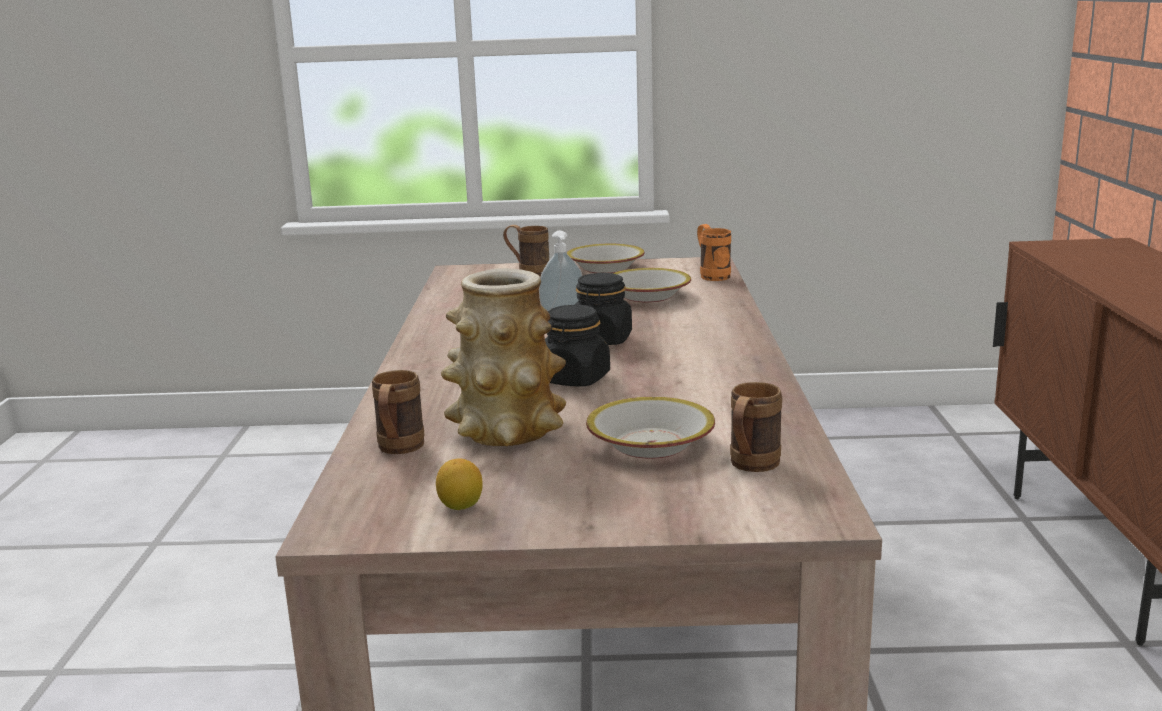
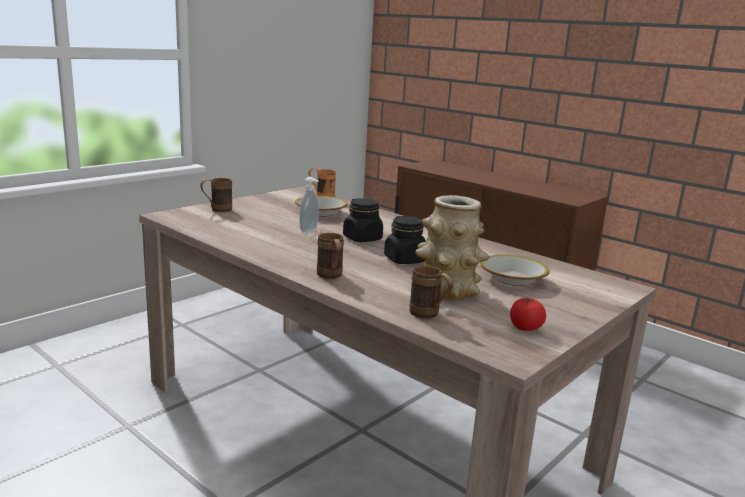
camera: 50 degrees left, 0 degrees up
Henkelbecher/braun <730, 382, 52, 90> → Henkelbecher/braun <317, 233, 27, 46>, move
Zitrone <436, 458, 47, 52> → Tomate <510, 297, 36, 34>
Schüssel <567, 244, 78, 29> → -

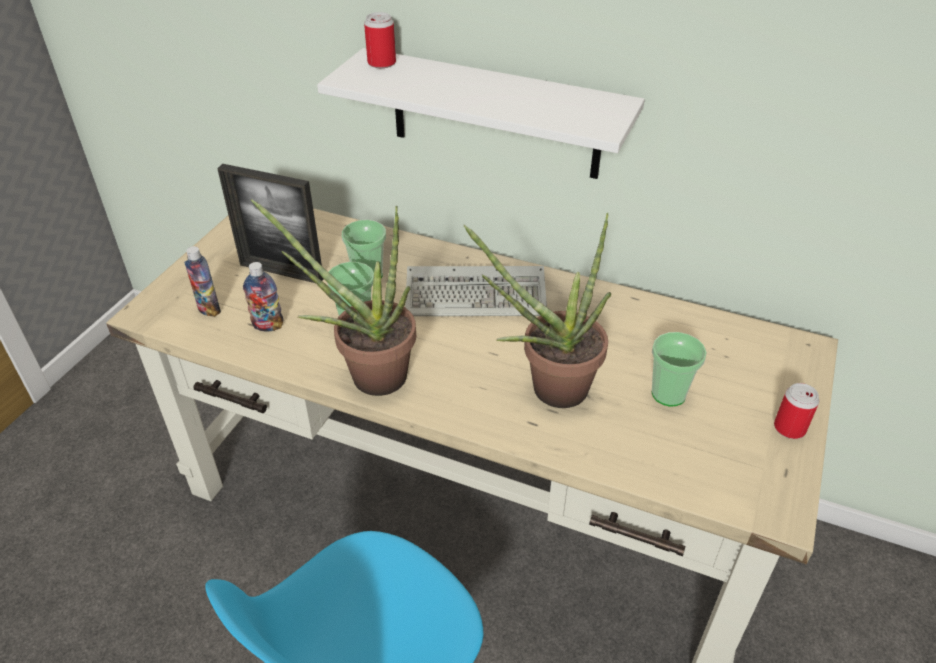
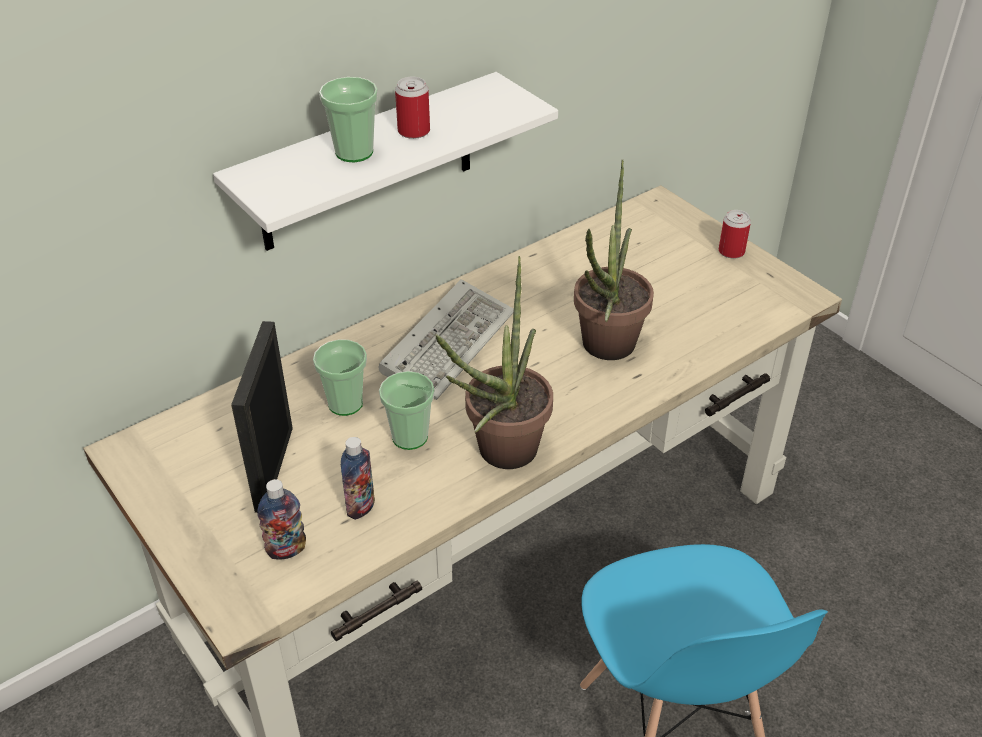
camera: 60 degrees left, 0 degrees up
Bilderrahmen <217, 164, 106, 119> → Bilderrahmen <231, 321, 62, 192>, 135 degrees clockwise
Tasse <652, 332, 55, 75> → Tasse <319, 77, 59, 85>, move
Dose <364, 12, 32, 56> → Dose <395, 77, 35, 62>, move

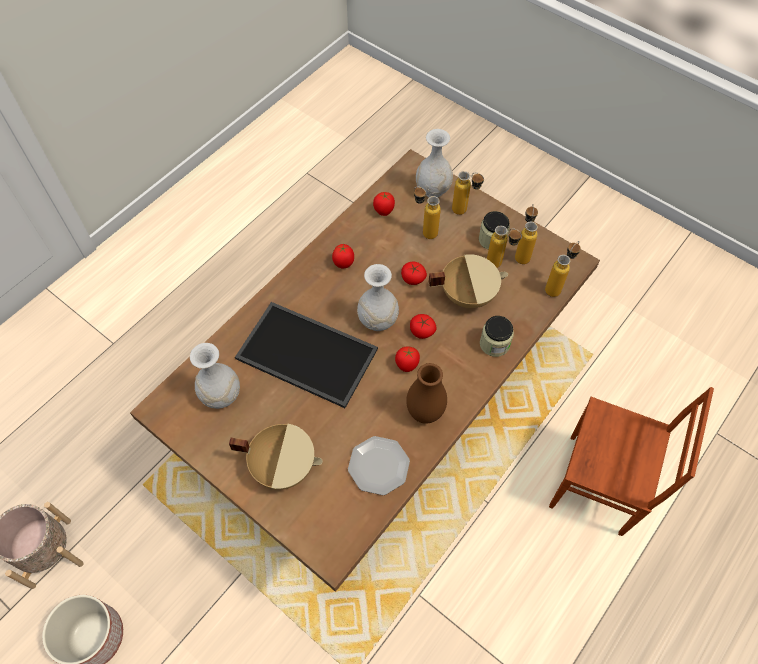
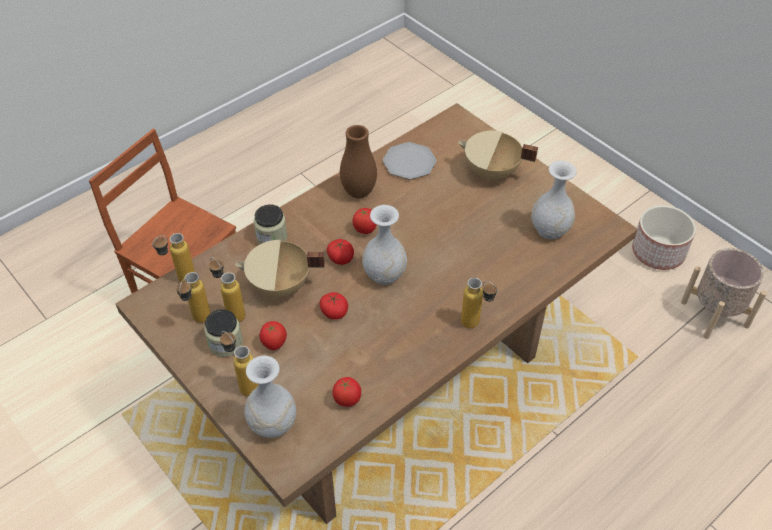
camera: 170 degrees left, 10 degrees down
Tomate <332, 244, 22, 25> → Tomate <259, 321, 28, 29>, move
Flasche <414, 186, 27, 53> → Flasche <461, 278, 37, 50>, move
Tablett <235, 302, 143, 106> → -

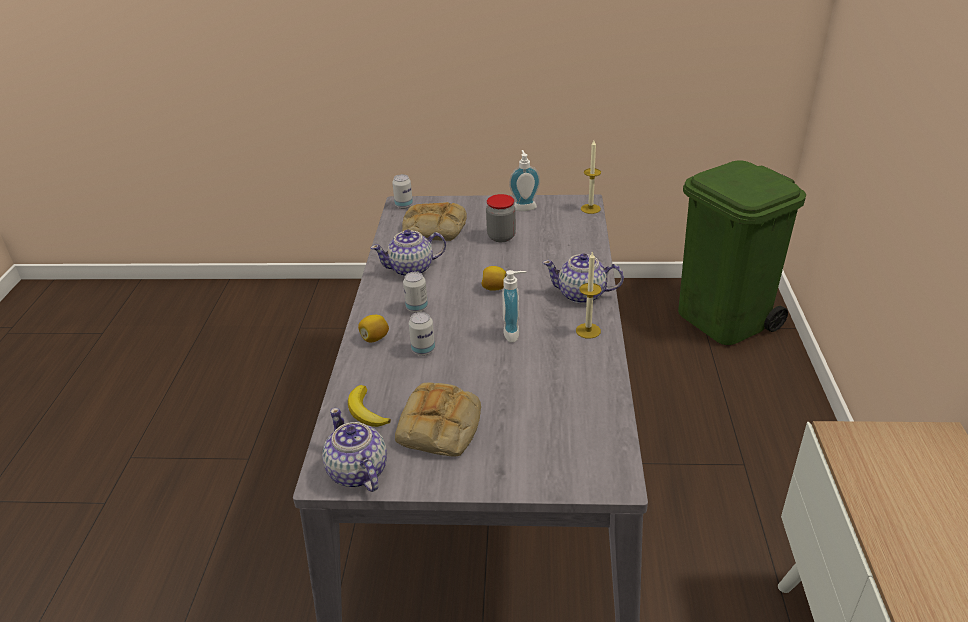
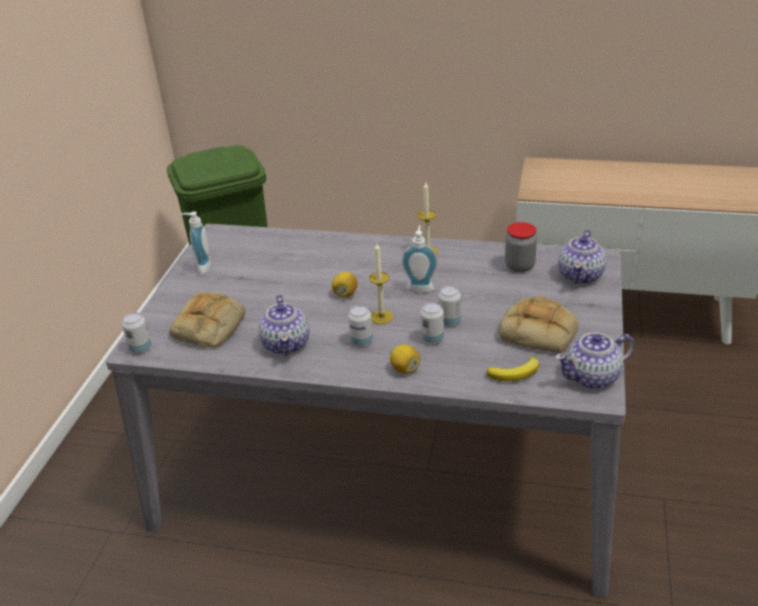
camera: 80 degrees left, 0 degrees up
Kerze <581, 141, 20, 73> → Kerze <369, 243, 24, 81>, move
- → Dose <438, 285, 23, 41>
Vorratsglas <486, 194, 30, 48> → Vorratsglas <505, 222, 32, 50>, move
Teekanne <543, 253, 81, 51> → Teekanne <558, 230, 48, 54>, move

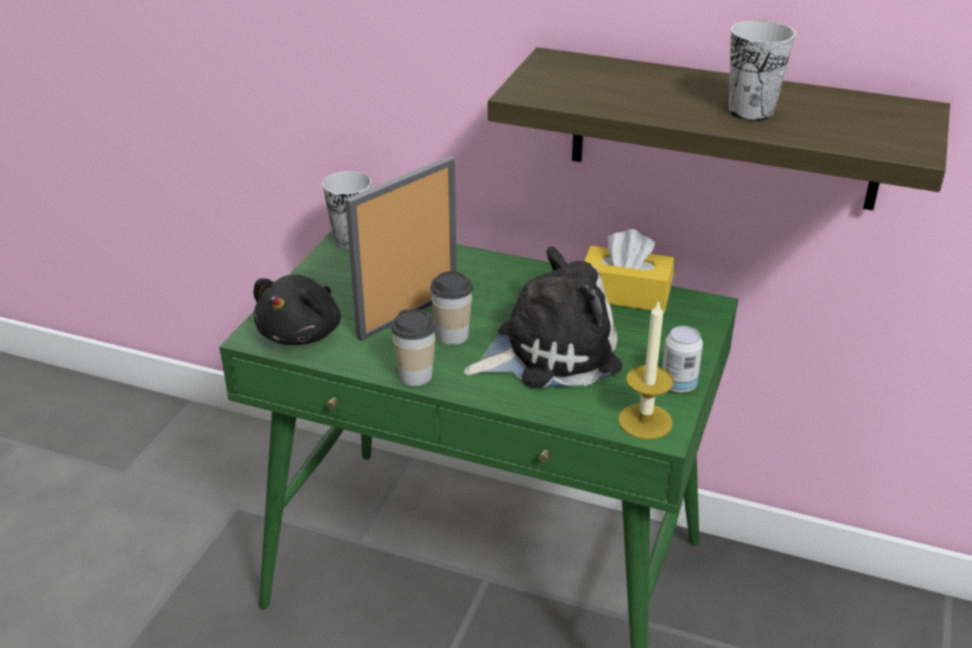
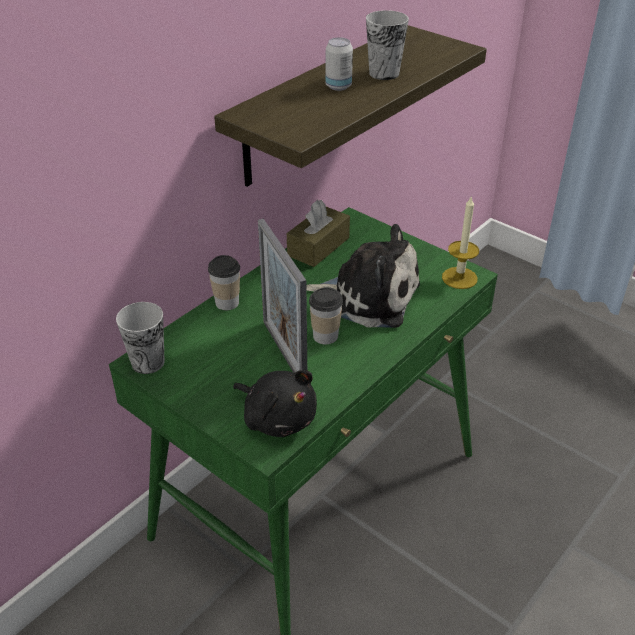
camera: 70 degrees left, 5 degrees up
Tasse <391, 309, 45, 77> → Tasse <208, 255, 32, 55>, move
Taschentuchbox/gelb <584, 229, 90, 83> → Taschentuchbox/braun <287, 199, 63, 68>
Plüschtier <464, 246, 158, 142> → Plüschtier <306, 224, 114, 104>, 105 degrees clockwise
Dose <662, 326, 41, 67> → Dose <325, 37, 28, 54>, move

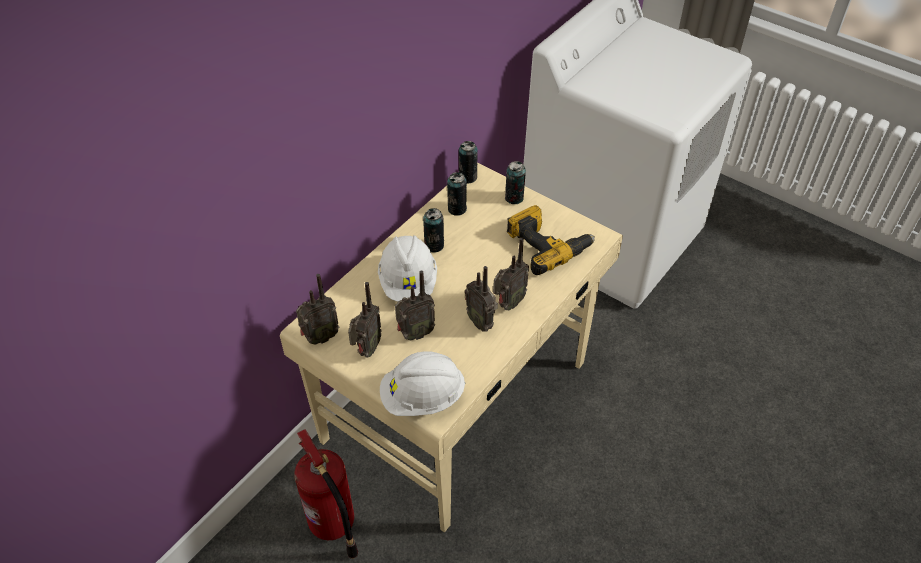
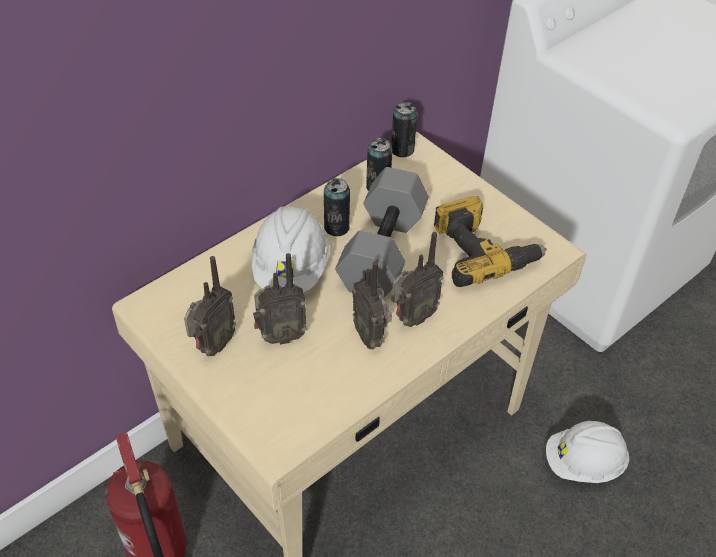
camera: 10 degrees right, 0 degrees up
- → Hantel/grau <335, 167, 94, 130>
Schutzhelm/weiß <380, 351, 85, 65> → Schutzhelm/weiß <546, 421, 84, 62>, move
Radio <296, 274, 43, 71> → -
Dose <505, 161, 21, 43> → -

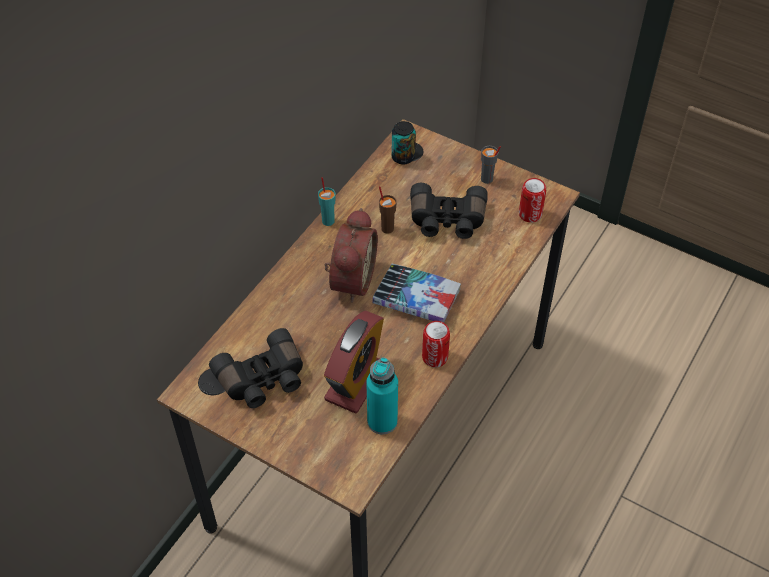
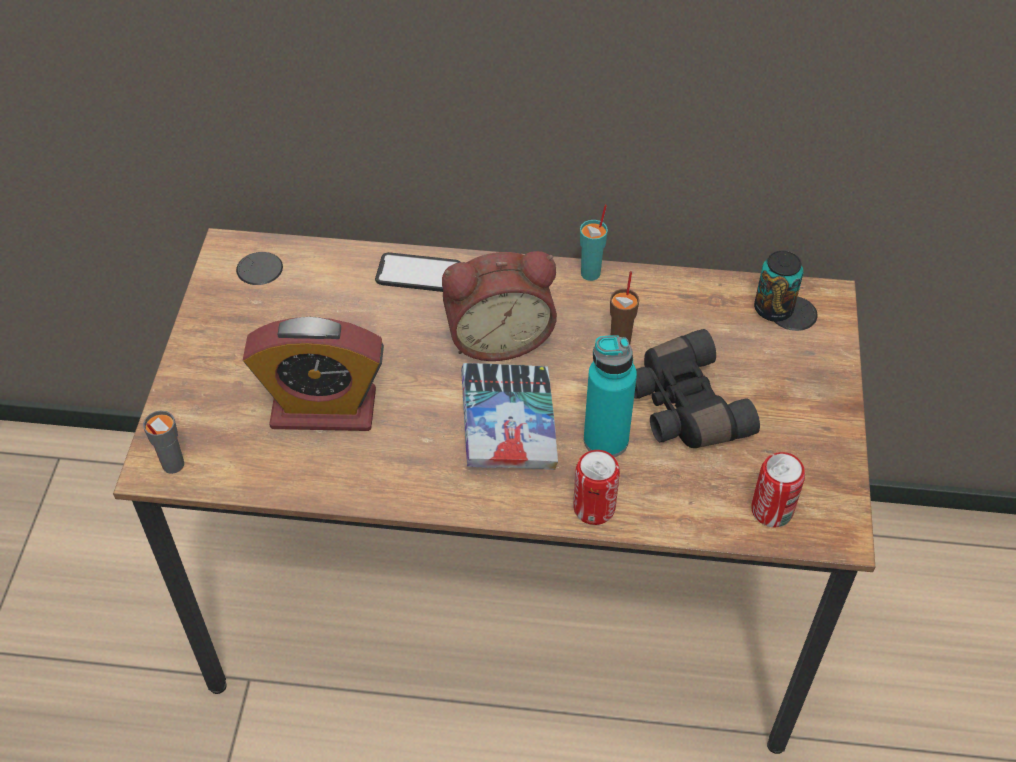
camera: 65 degrees right, 0 degrees up
Tasse/grau <481, 146, 20, 38> → Tasse/grau <143, 410, 41, 64>, move
- → Handy <375, 252, 85, 40>
Dose <422, 321, 28, 46> → Dose <573, 450, 47, 75>, move
Flasche/türkis <366, 357, 32, 77> → Flasche/türkis <584, 335, 53, 122>, move
Fernglas/schwarz <209, 328, 94, 80> → -

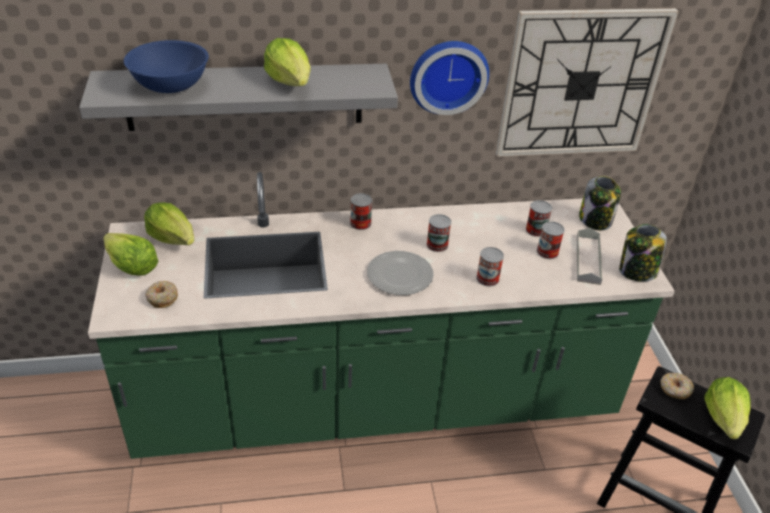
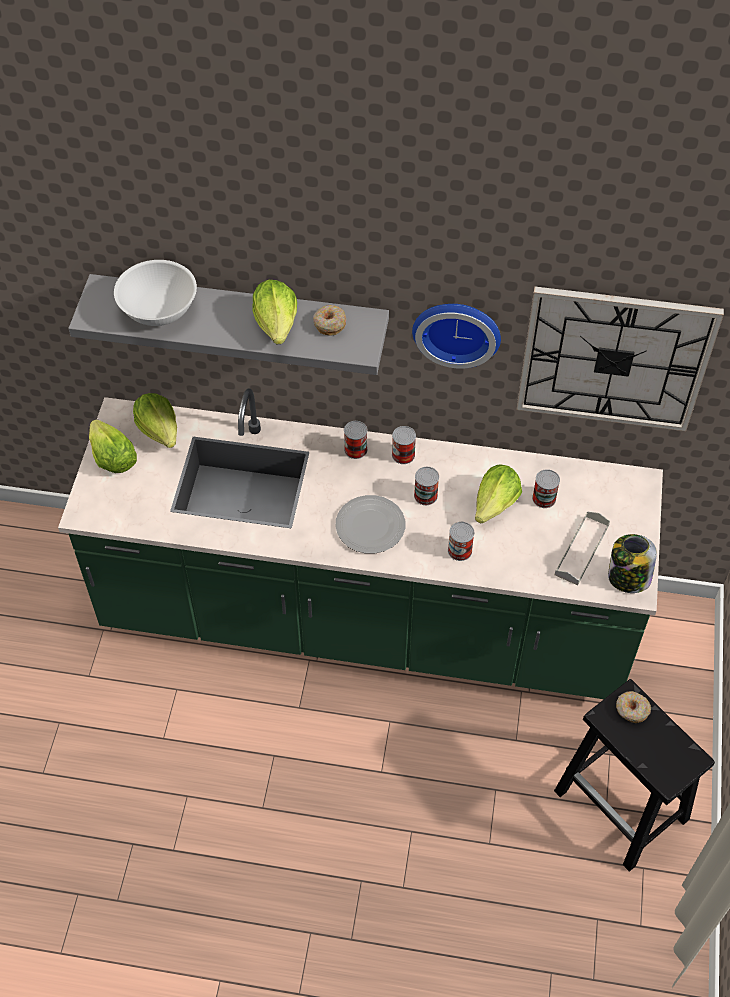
camera: 20 degrees right, 15 degrees up
Schüssel/blau <124, 40, 85, 53> → Schüssel/weiß <114, 260, 83, 66>
Donut <145, 281, 33, 27> → Donut <313, 305, 33, 31>, move
Dose <537, 221, 28, 38> → Dose <392, 426, 24, 38>, move
Salatkopf <704, 377, 46, 62> → Salatkopf <475, 465, 47, 58>, move
Vorratsglas <579, 176, 42, 54> → -

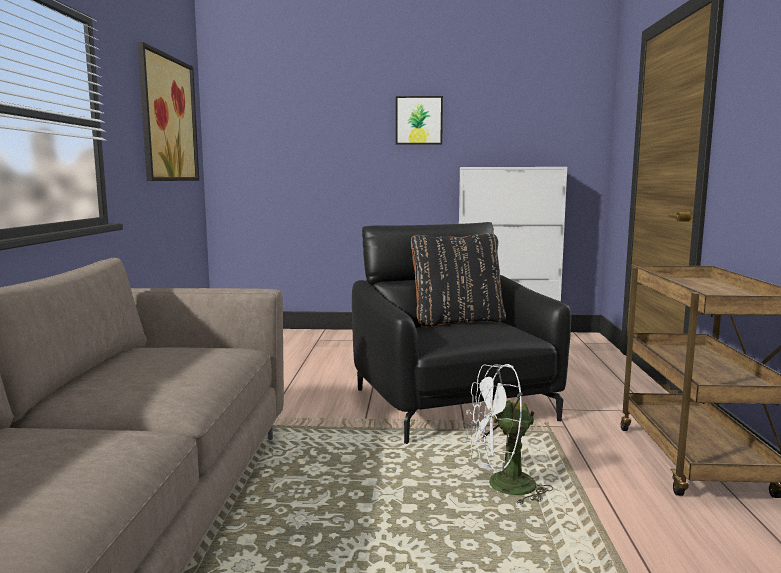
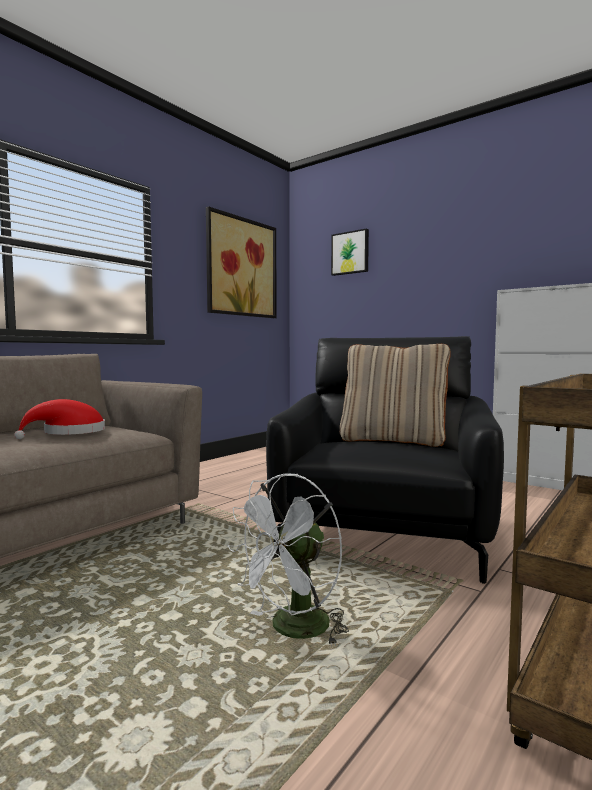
camera: 35 degrees right, 5 degrees down
- → Hut/rot <14, 399, 91, 40>
Ventilator/weiß <466, 364, 87, 141> → Ventilator/weiß <228, 473, 121, 174>, 75 degrees counterclockwise
Bild <396, 96, 47, 49> → Bild <331, 228, 38, 48>, move
Kissen/schwarz <411, 233, 95, 94> → Kissen/beige <340, 344, 111, 103>

